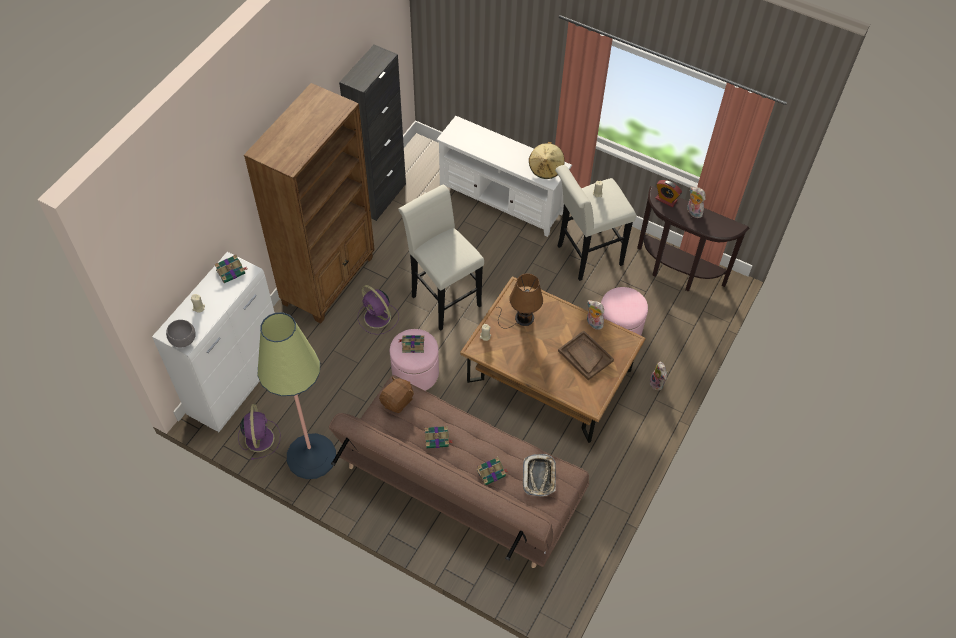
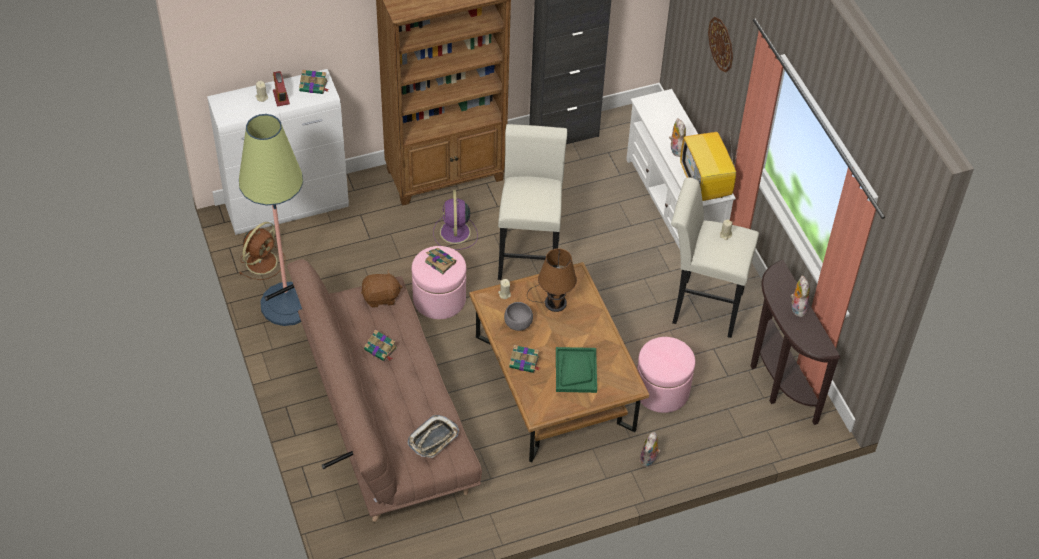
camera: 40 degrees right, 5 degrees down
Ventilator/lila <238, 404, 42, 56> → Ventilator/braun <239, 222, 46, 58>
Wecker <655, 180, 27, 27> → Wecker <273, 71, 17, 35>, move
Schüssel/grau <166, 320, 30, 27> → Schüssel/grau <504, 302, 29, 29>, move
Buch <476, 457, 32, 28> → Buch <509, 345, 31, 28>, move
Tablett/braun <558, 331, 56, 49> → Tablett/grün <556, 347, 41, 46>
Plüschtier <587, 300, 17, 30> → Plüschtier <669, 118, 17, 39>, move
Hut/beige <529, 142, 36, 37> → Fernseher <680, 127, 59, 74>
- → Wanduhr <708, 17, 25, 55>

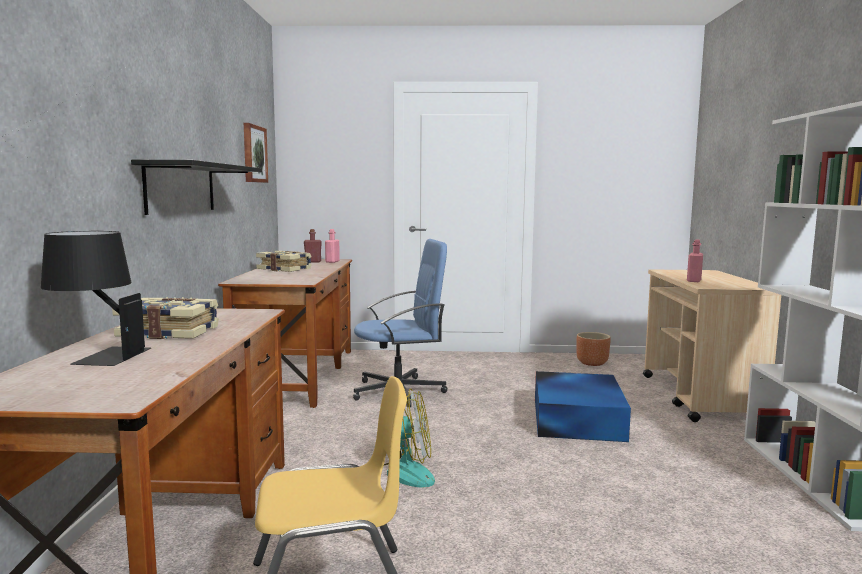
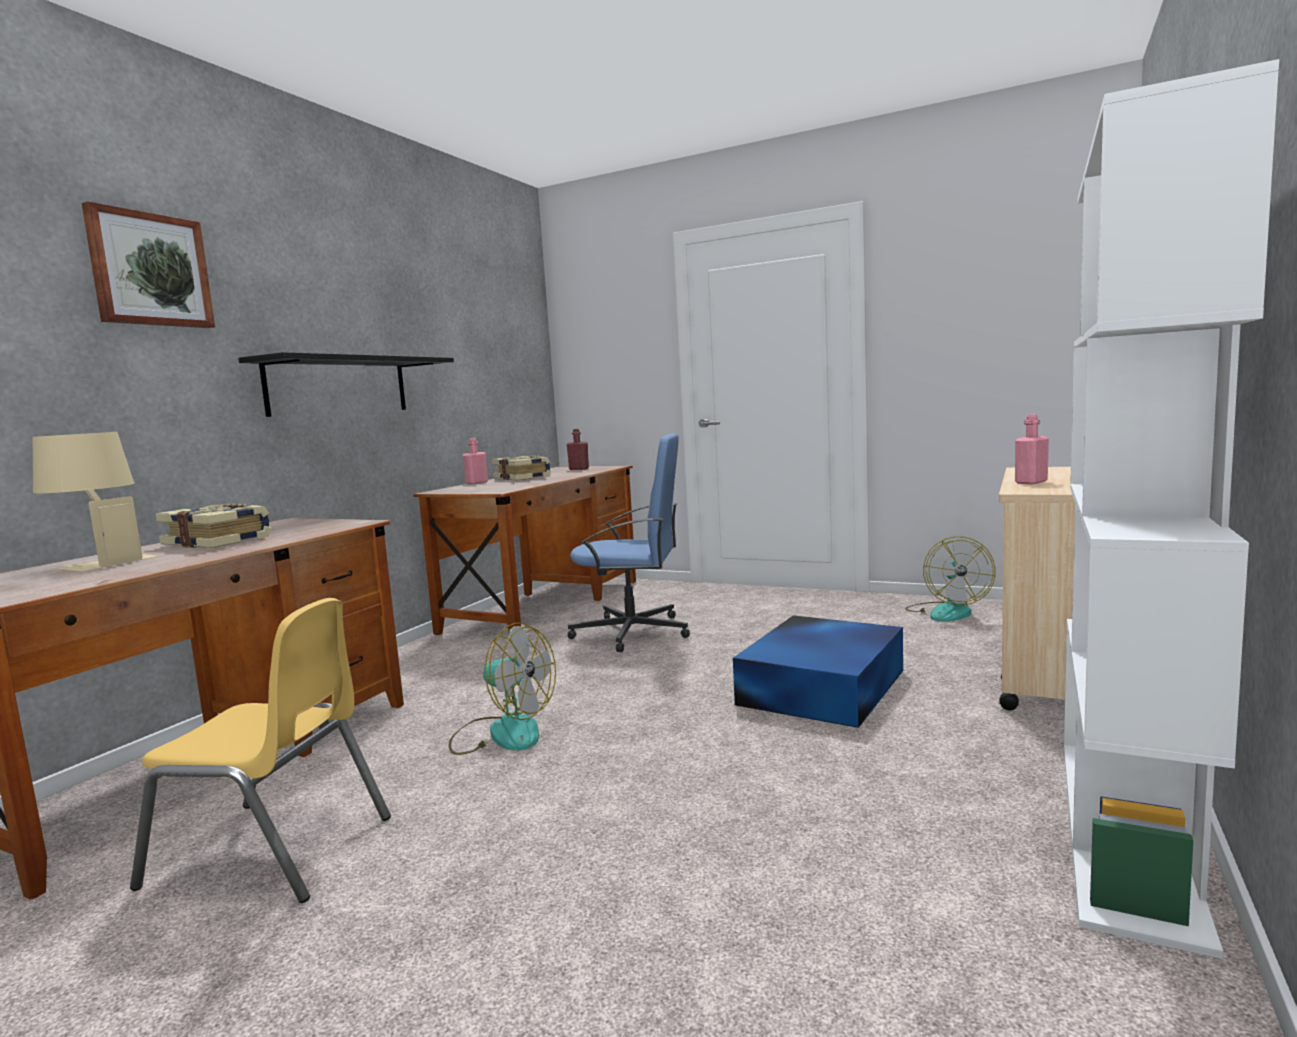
camera: 25 degrees right, 0 degrees up
Tischlampe/schwarz <41, 231, 110, 135> → Tischlampe/beige <33, 432, 125, 140>
Bild <244, 123, 24, 60> → Bild <82, 201, 133, 127>, move
Flasche/rosa <325, 229, 15, 34> → Flasche/rosa <462, 438, 26, 46>, move
Pflanzkübel/braun <577, 332, 34, 34> → Ventilator <905, 536, 90, 86>

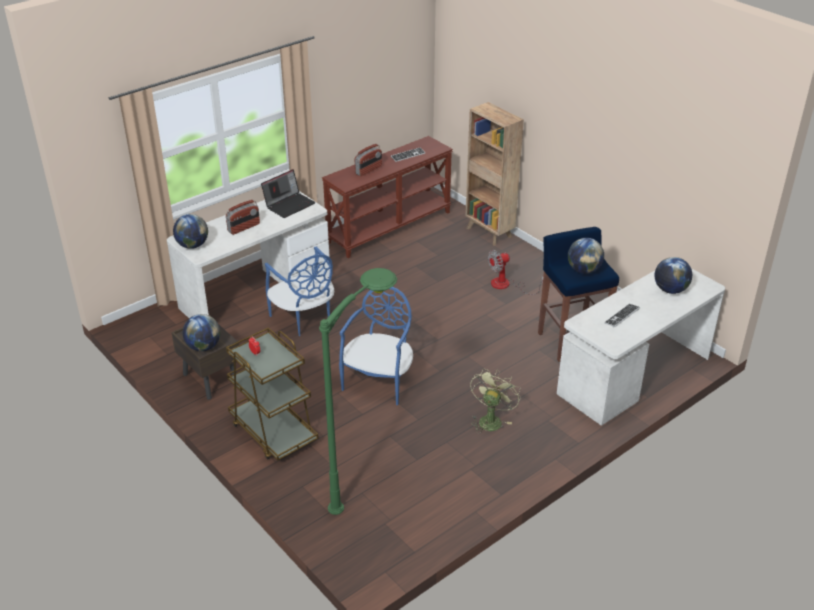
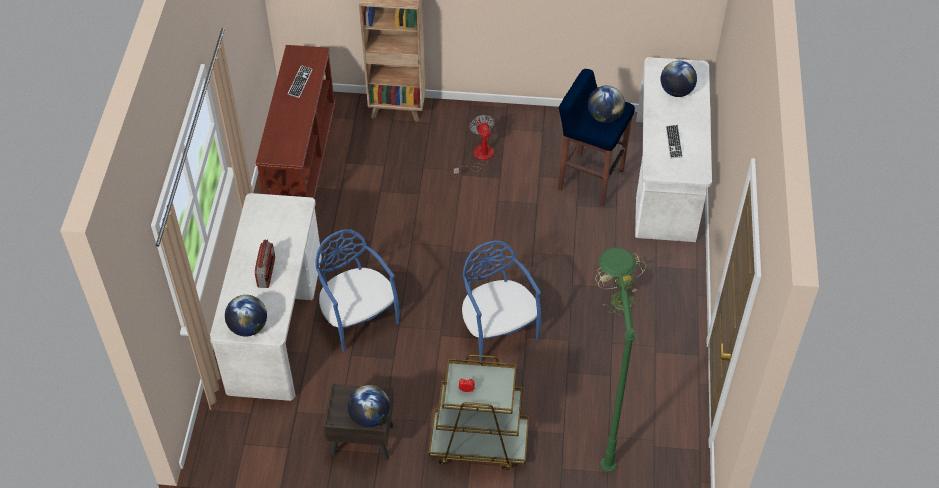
camera: 45 degrees left, 15 degrees up
Stuhl/blau <265, 246, 69, 90> → Stuhl/blau <315, 229, 84, 123>, 135 degrees counterclockwise
Ventilator <488, 250, 55, 45> → Ventilator <454, 115, 41, 62>, 150 degrees clockwise
Laptop <261, 169, 54, 49> → -
Radio <355, 144, 27, 32> → -

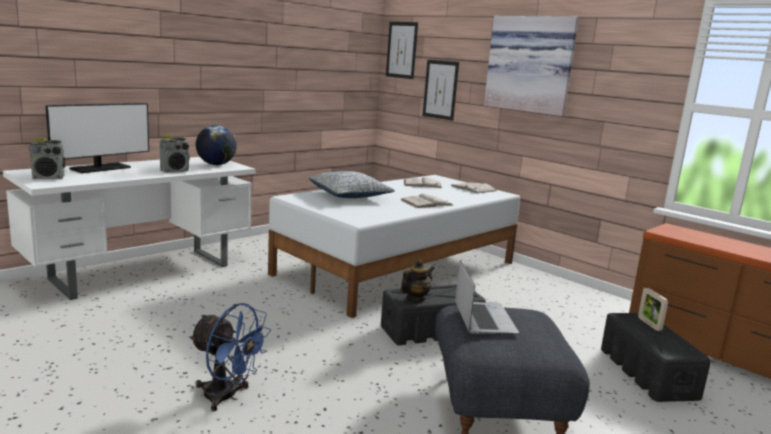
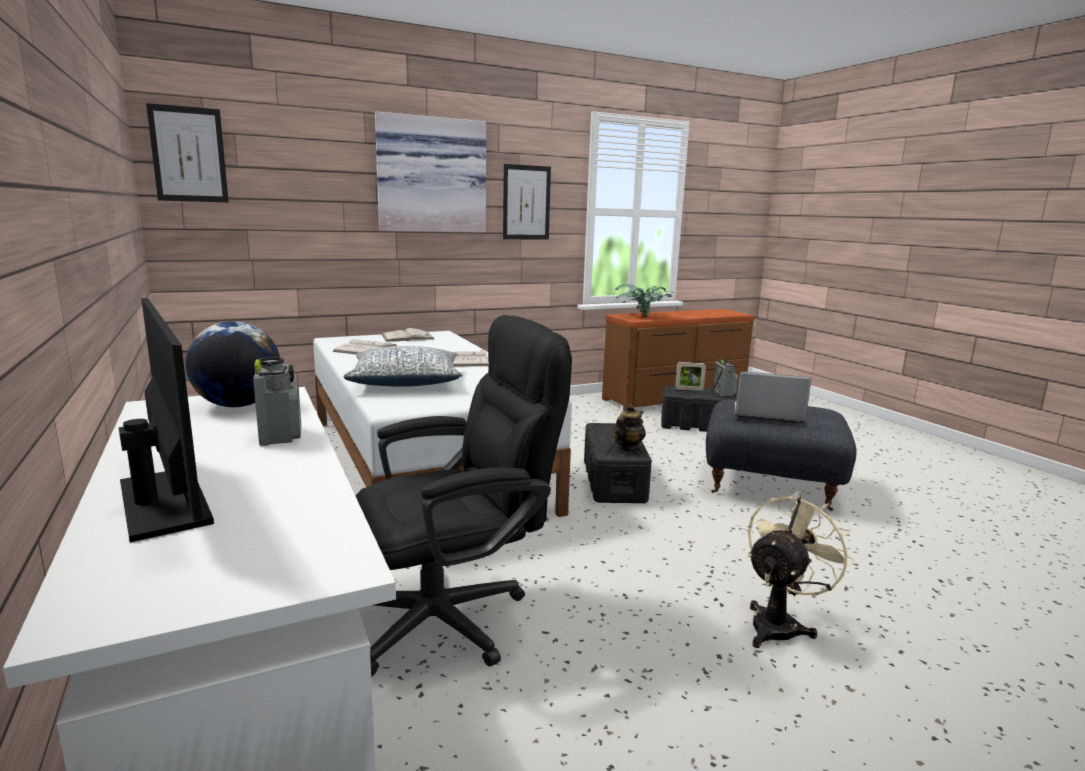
camera: 70 degrees left, 0 degrees up
- → Bürostuhl/schwarz <356, 315, 216, 362>
Bild <423, 60, 36, 61> → Bild <503, 164, 48, 76>, move
Teekanne <401, 260, 34, 41> → Teekanne <613, 404, 33, 47>, 60 degrees clockwise
- → Topfpflanze <615, 284, 59, 33>
Radio <29, 138, 36, 41> → Radio <713, 359, 25, 38>, move
Ventilator/blau <189, 303, 82, 109> → Ventilator/beige <748, 492, 106, 156>

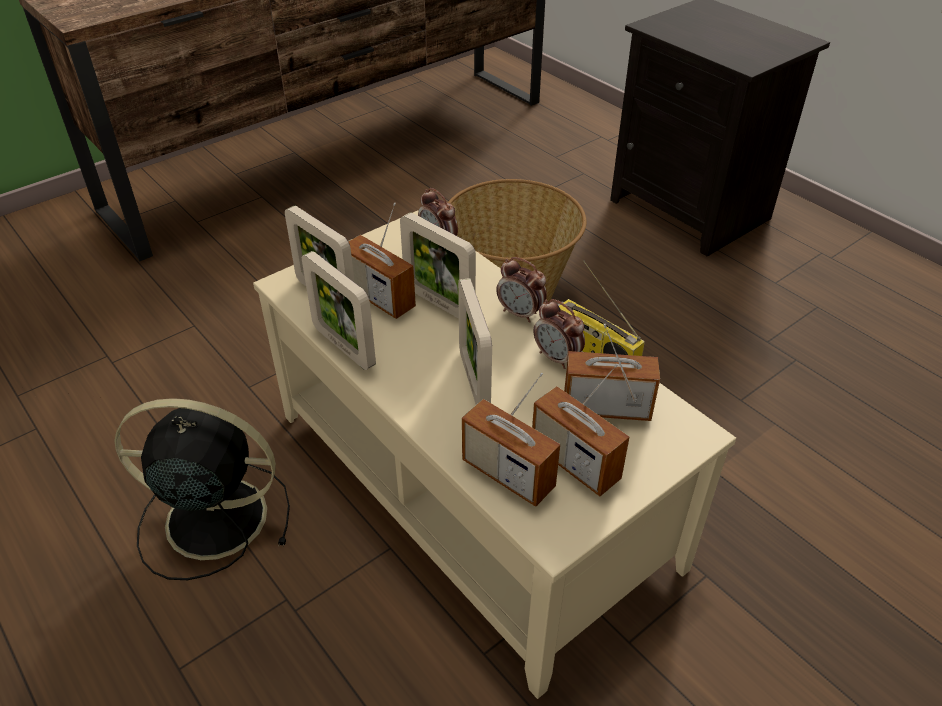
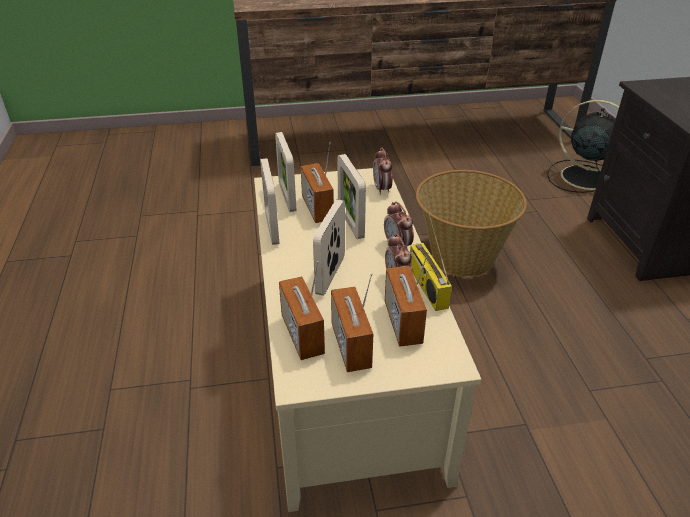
camera: 30 degrees right, 5 degrees down
Radio <564, 324, 96, 97> → Radio <385, 251, 44, 95>, 135 degrees counterclockwise
Ventilator/schwarz <114, 398, 176, 182> → Ventilator/schwarz <547, 100, 72, 93>, move

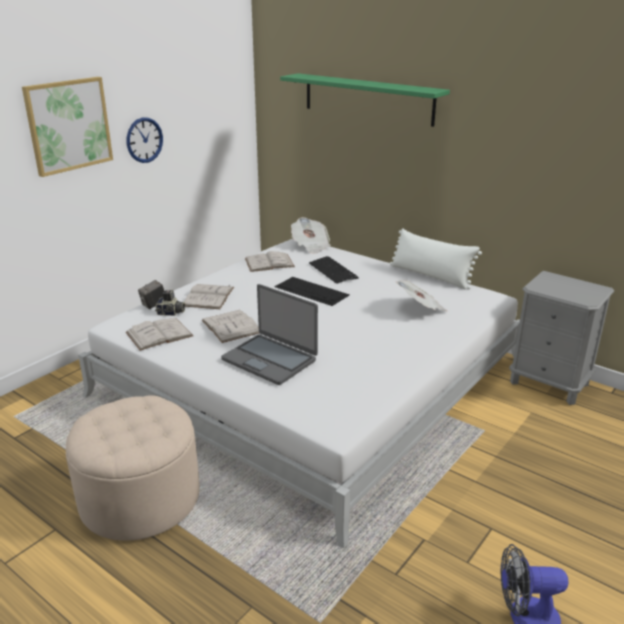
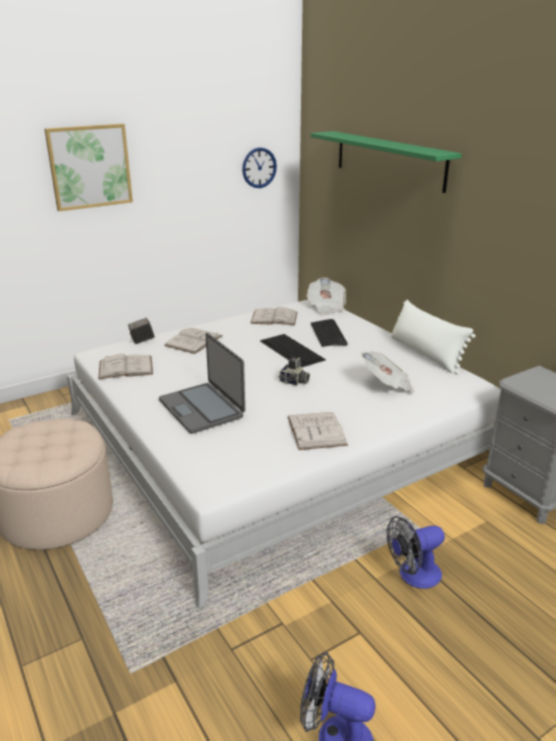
camera: 20 degrees right, 0 degrees up
Wanduhr <127, 118, 36, 45> → Wanduhr <242, 147, 35, 41>, move
Kamera <155, 289, 30, 27> → Kamera <279, 358, 31, 28>, move
Buch/weiß <202, 310, 57, 33> → Buch/weiß <287, 412, 61, 38>, move
- → Ventilator <387, 516, 58, 73>

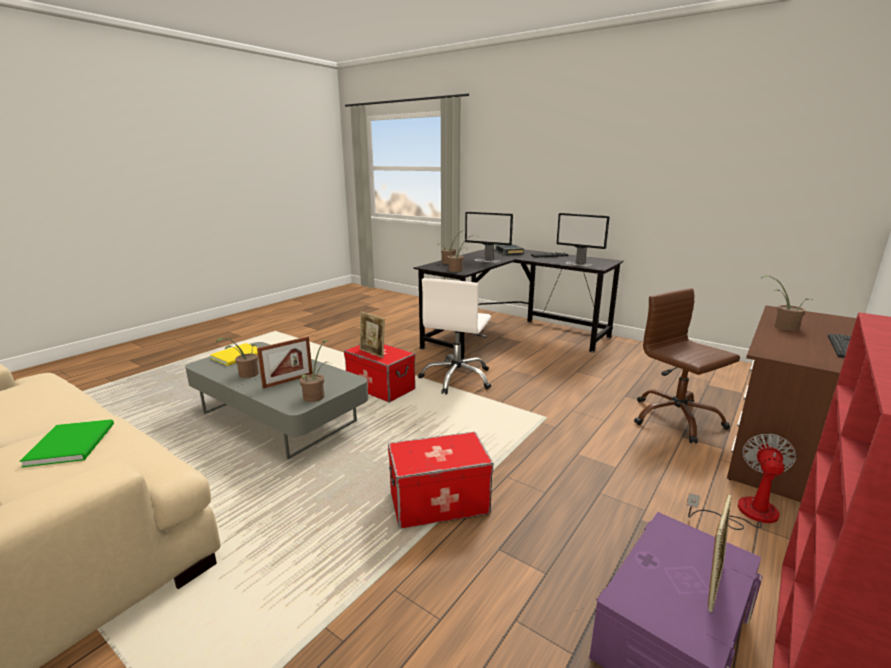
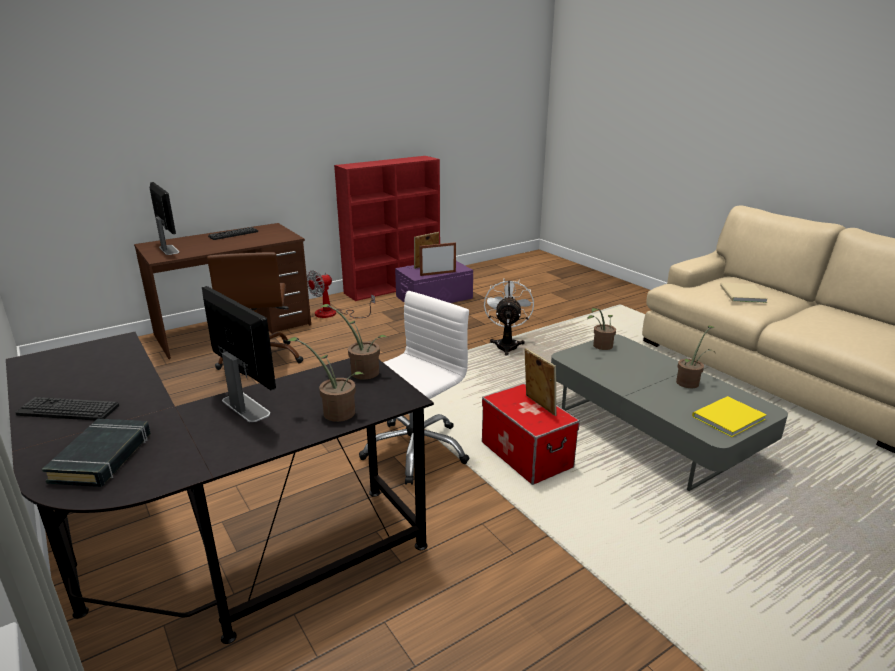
camera: 160 degrees left, 5 degrees up
Monitor <556, 213, 54, 54> → Monitor <150, 182, 30, 73>, move
Bilderrahmen <257, 336, 56, 53> → Bilderrahmen <419, 242, 37, 34>, move
Aufbewahrungsbox <388, 432, 105, 97> → Ventilator/weiß <484, 279, 50, 77>
Buch/grün <20, 419, 94, 48> → Buch/beige <720, 283, 48, 20>
Topfpflanze <762, 275, 51, 56> → -

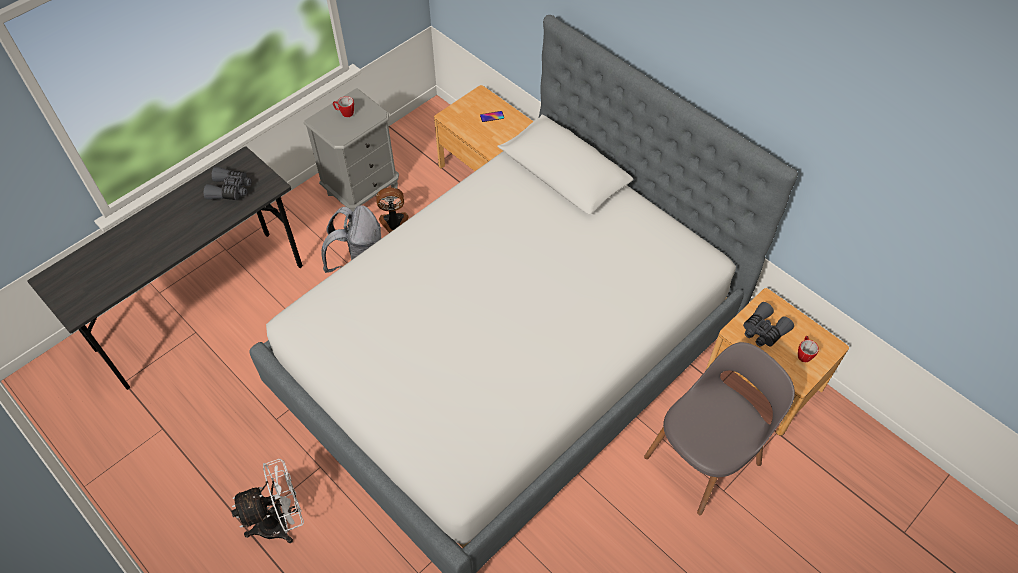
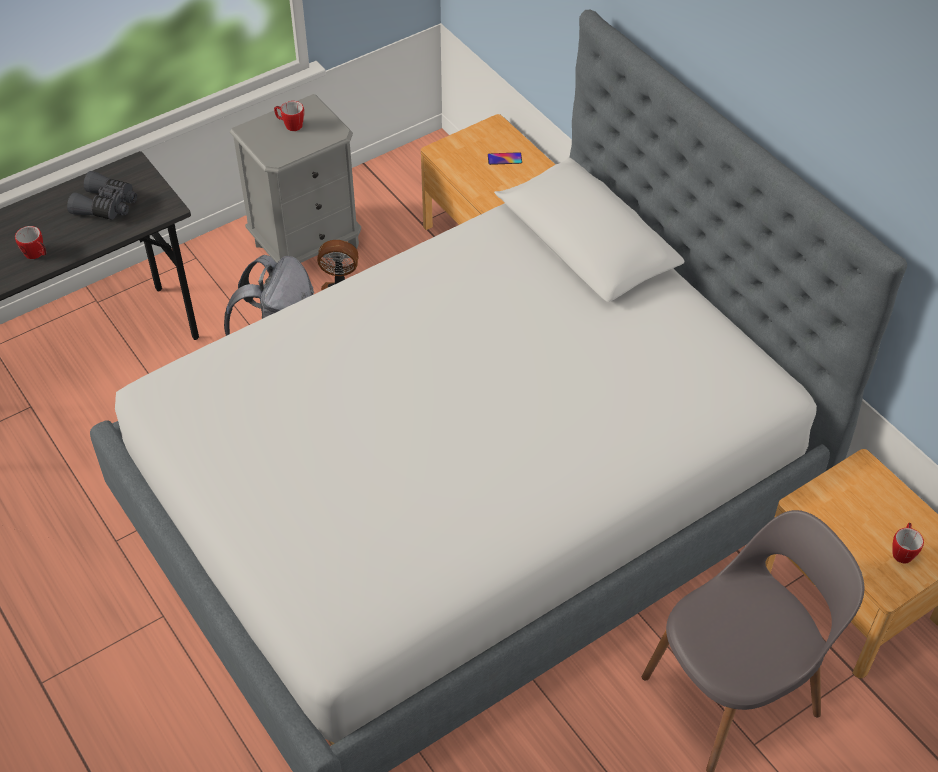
camera: 10 degrees right, 5 degrees down
- → Henkelbecher <15, 226, 31, 33>
Ventilator/weiß <231, 459, 73, 84> → -
Fernglas/grau <743, 302, 51, 45> → -

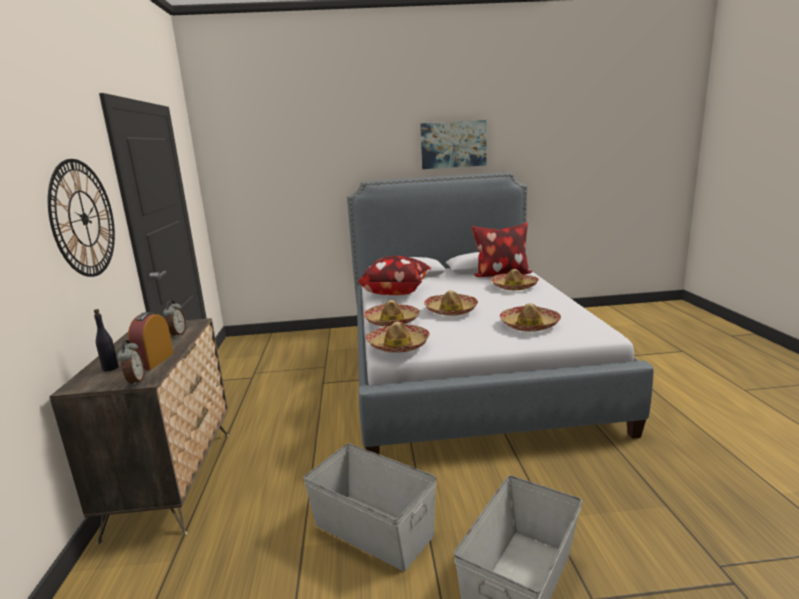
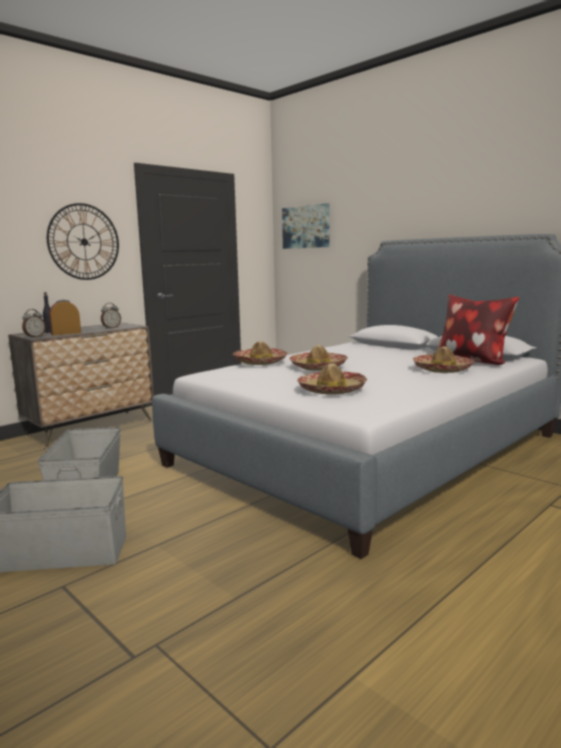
camera: 50 degrees right, 5 degrees down
Bild <420, 120, 67, 49> → Bild <282, 203, 47, 46>, move
Kissen <357, 256, 74, 39> → -
Hut <365, 322, 65, 31> → -

